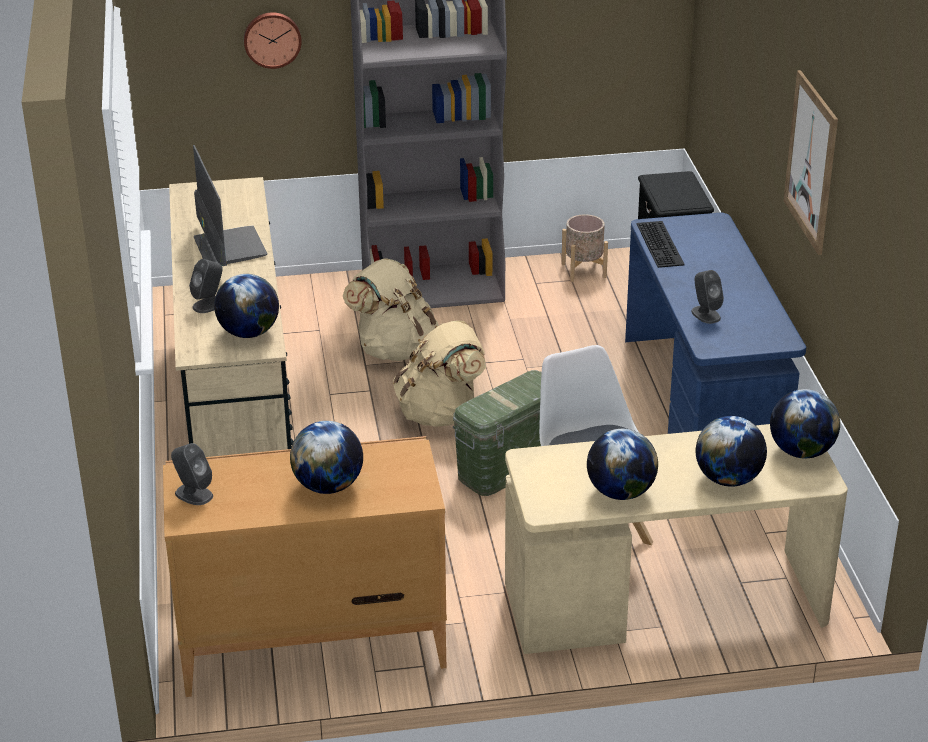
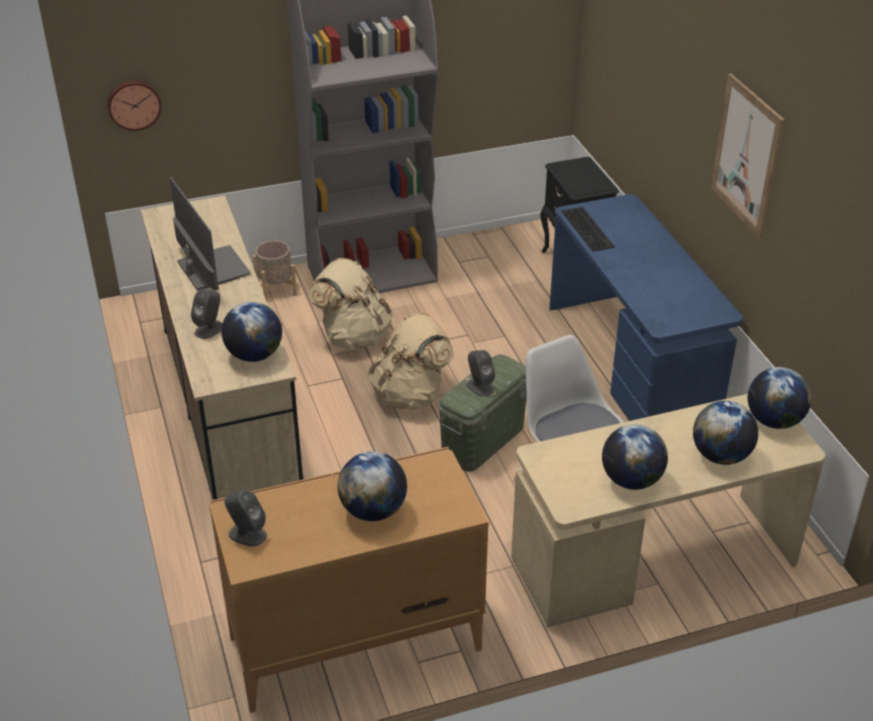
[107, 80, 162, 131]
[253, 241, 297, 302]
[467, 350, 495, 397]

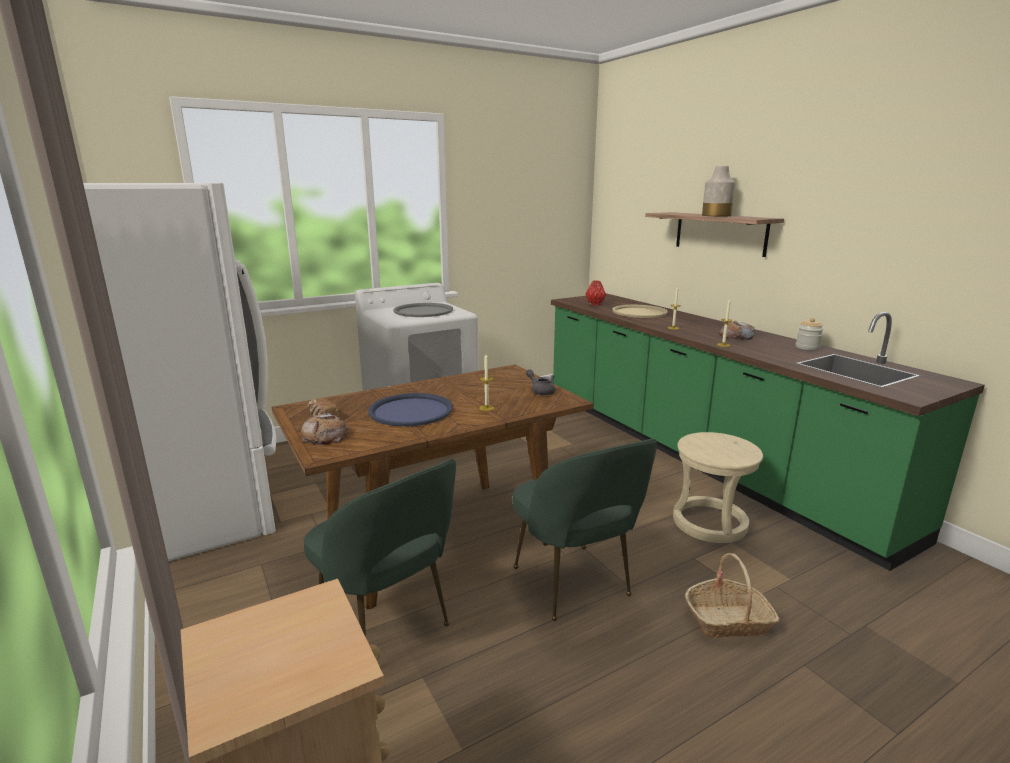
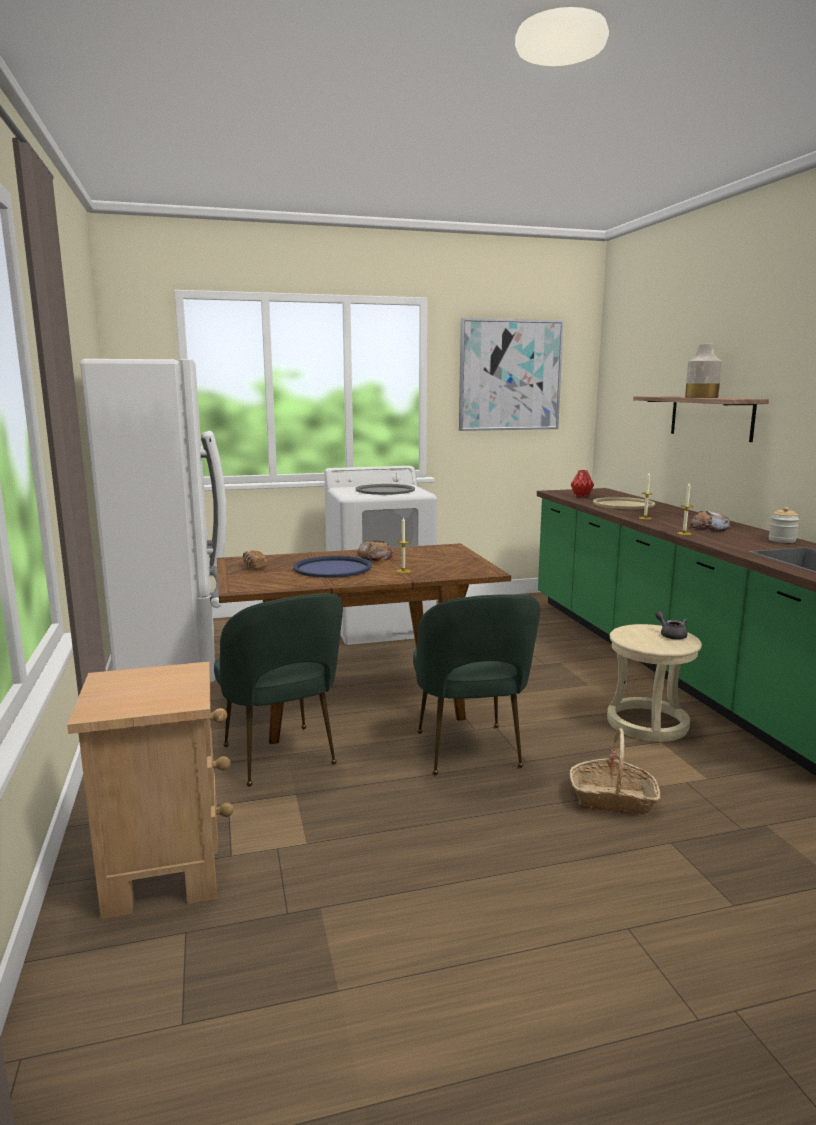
[459, 318, 564, 431]
[357, 540, 393, 561]
[655, 611, 688, 640]

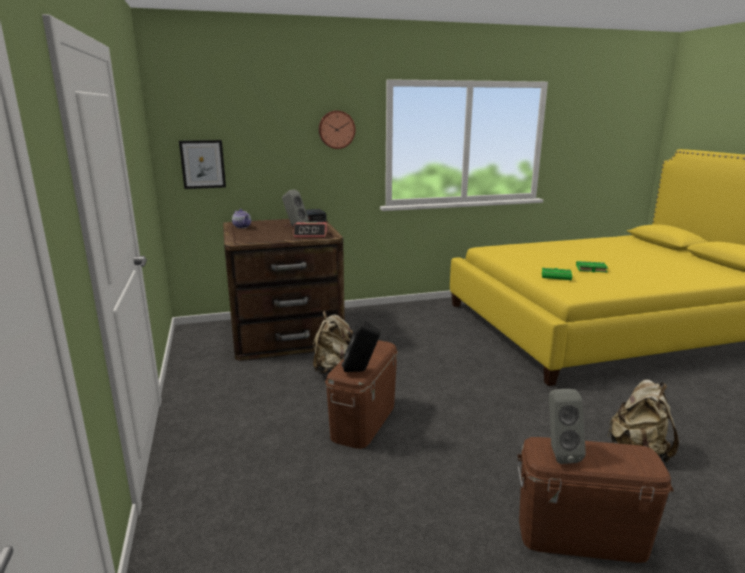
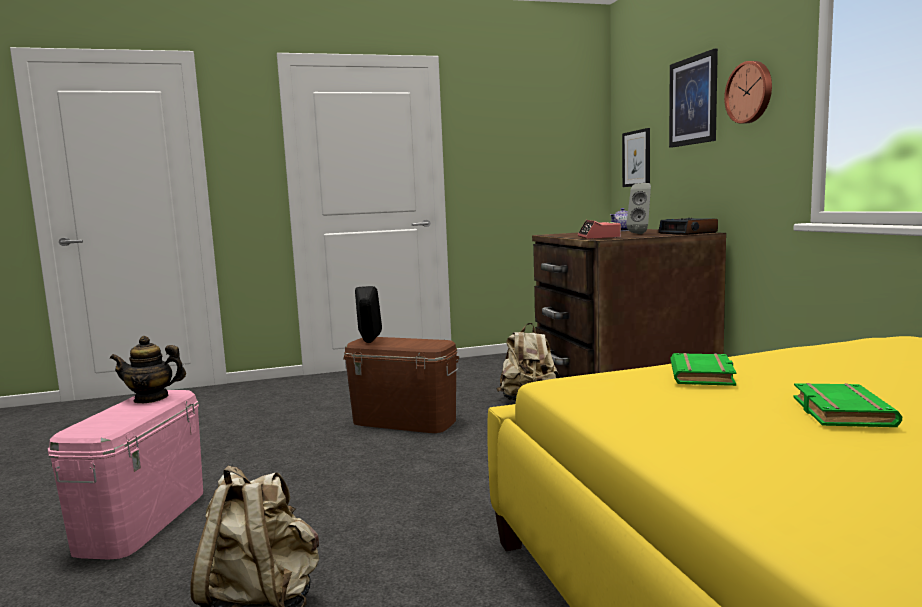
[669, 49, 718, 148]
[110, 336, 186, 403]
[48, 390, 203, 559]

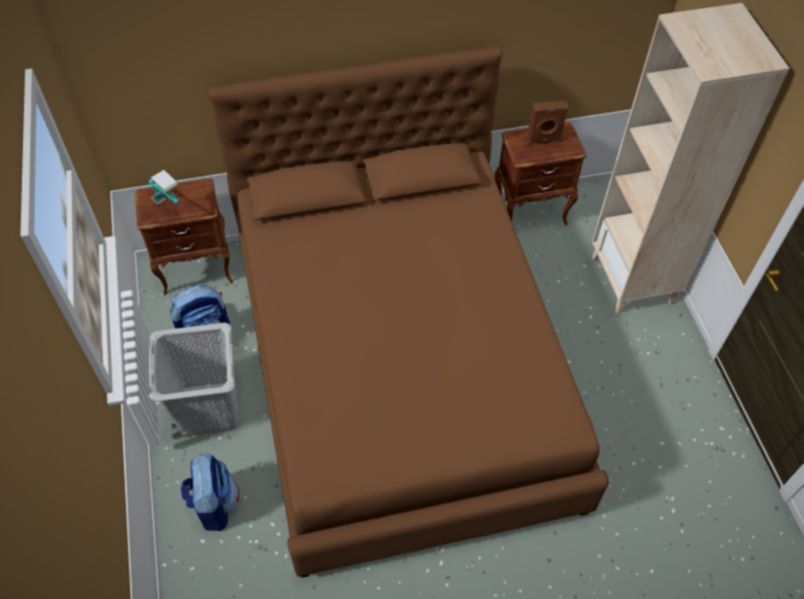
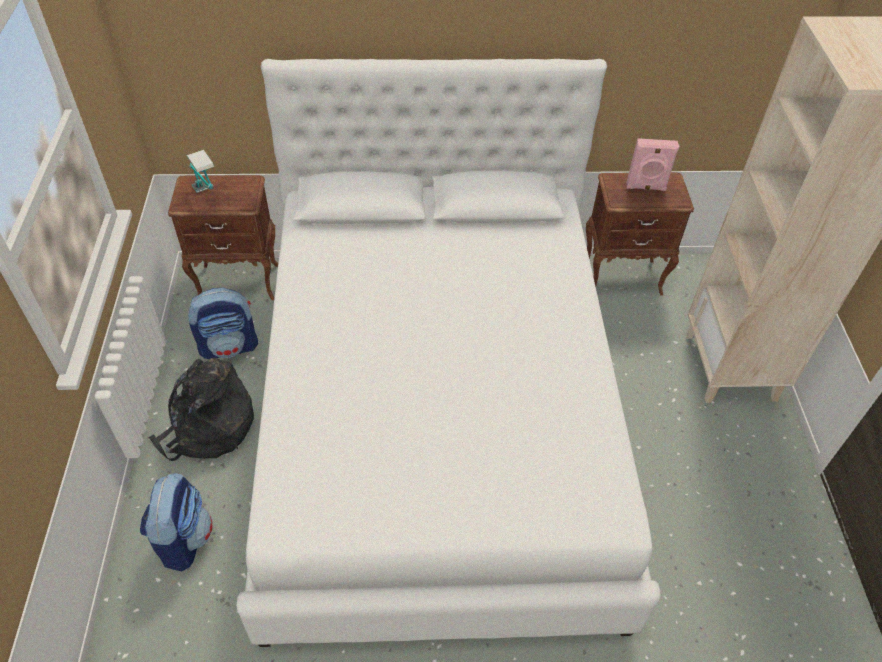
[149, 358, 254, 461]
[237, 59, 661, 647]
[626, 138, 679, 191]

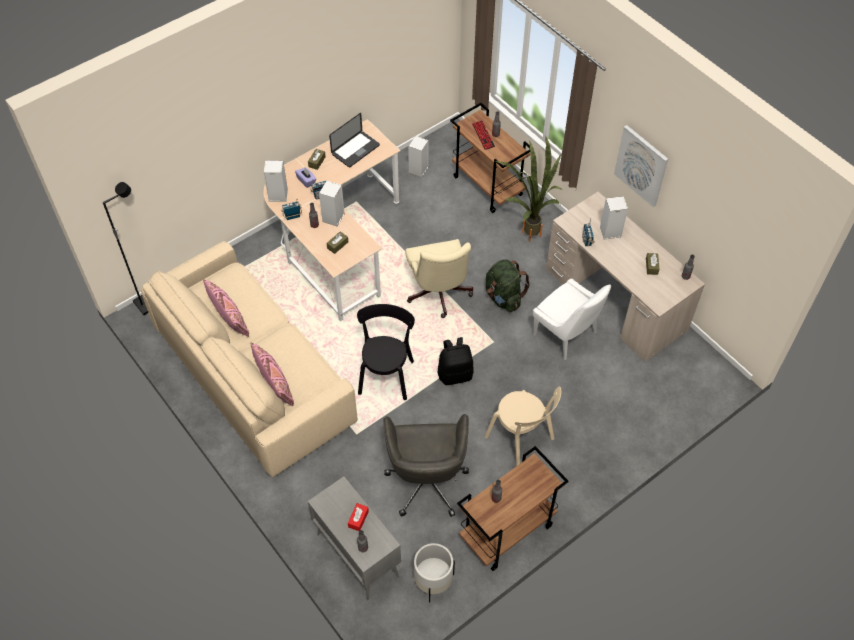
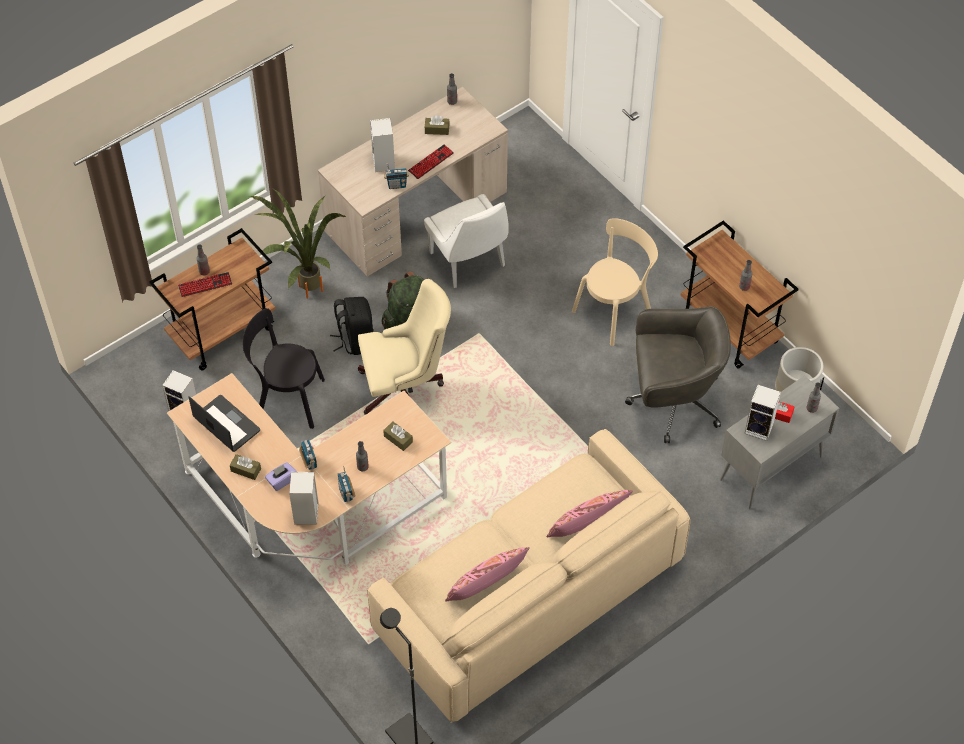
[614, 125, 668, 207] (first image)
[408, 144, 454, 179]
[744, 385, 781, 441]
[243, 308, 325, 429]
[330, 297, 374, 355]
[424, 194, 509, 288]

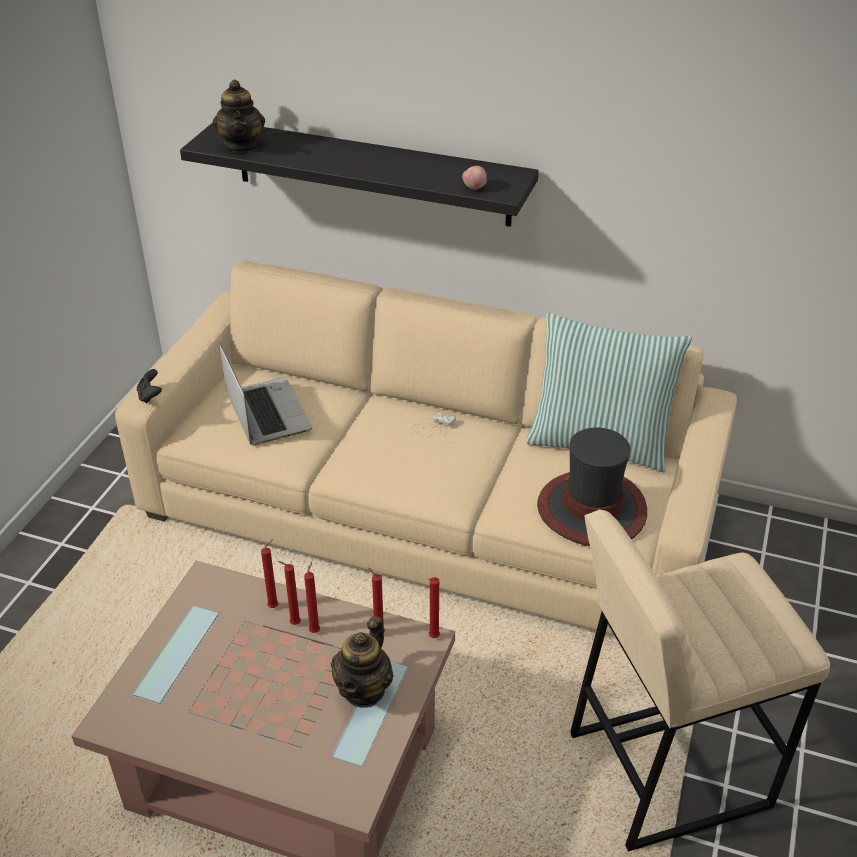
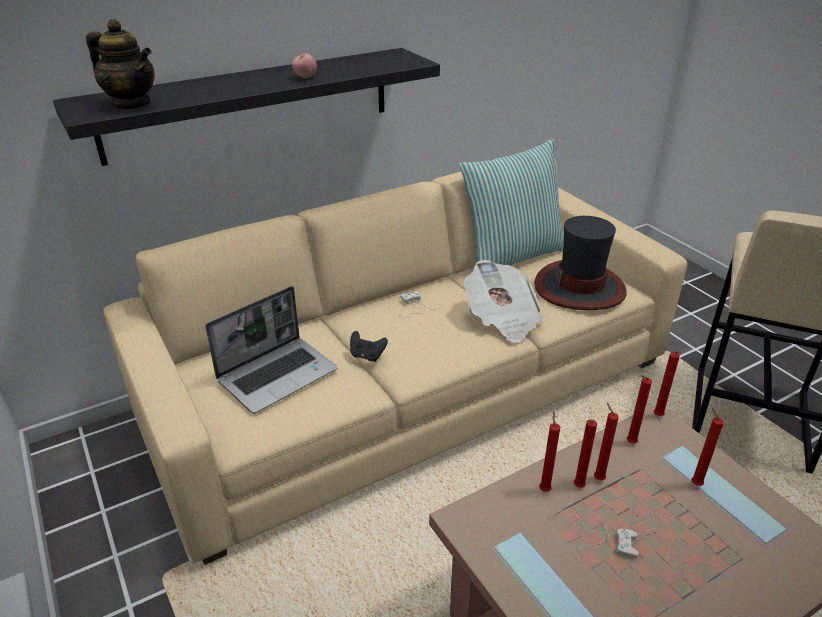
[464, 260, 544, 343]
[575, 509, 639, 564]
[350, 331, 388, 362]
[292, 53, 317, 78]
[691, 407, 724, 486]
[205, 286, 337, 414]

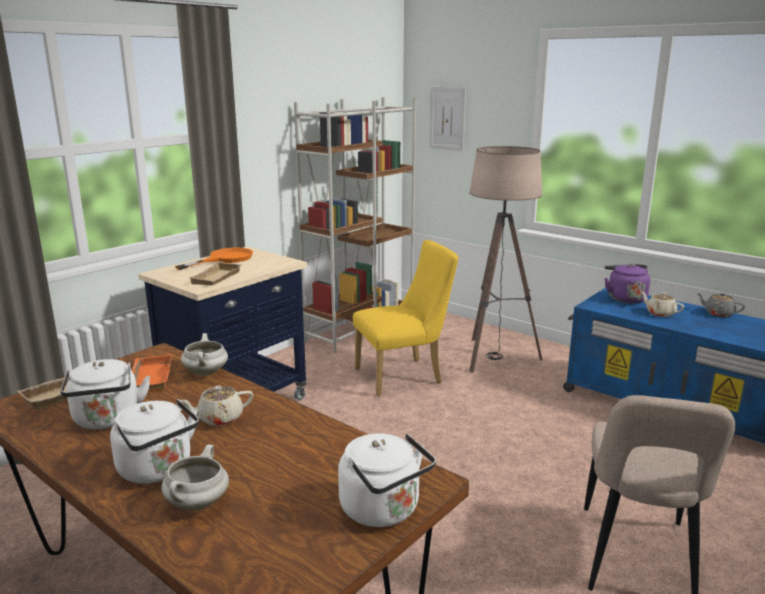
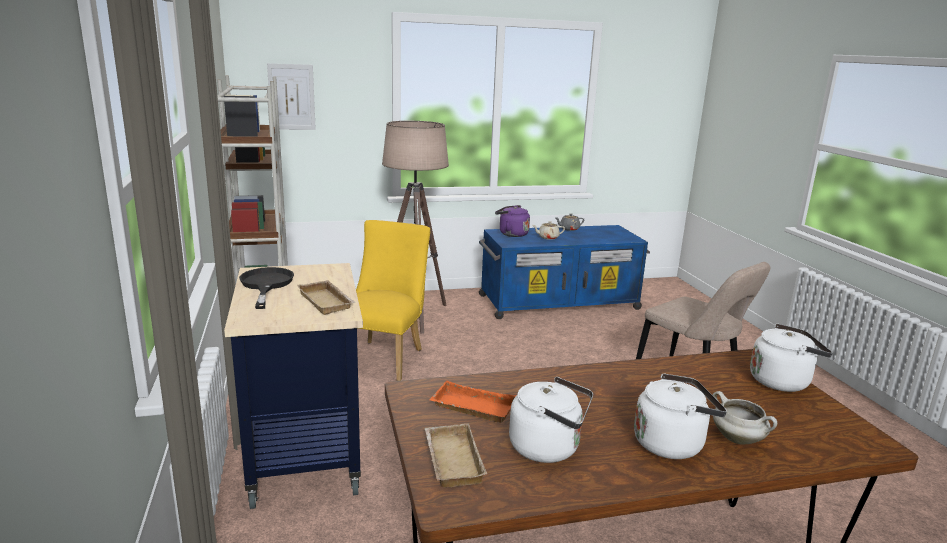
[180, 385, 253, 426] (first image)
[181, 333, 228, 376] (first image)
[239, 267, 294, 309]

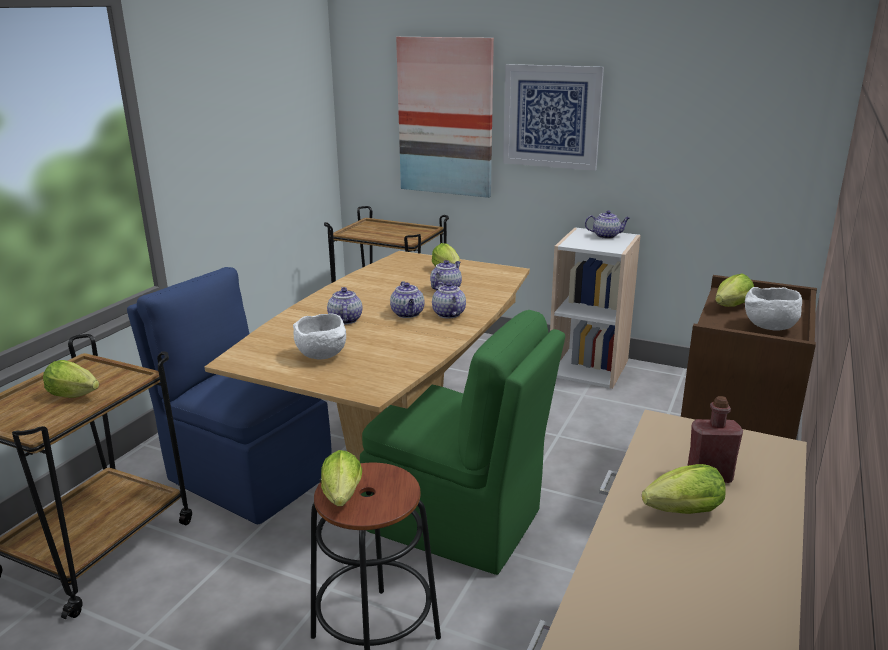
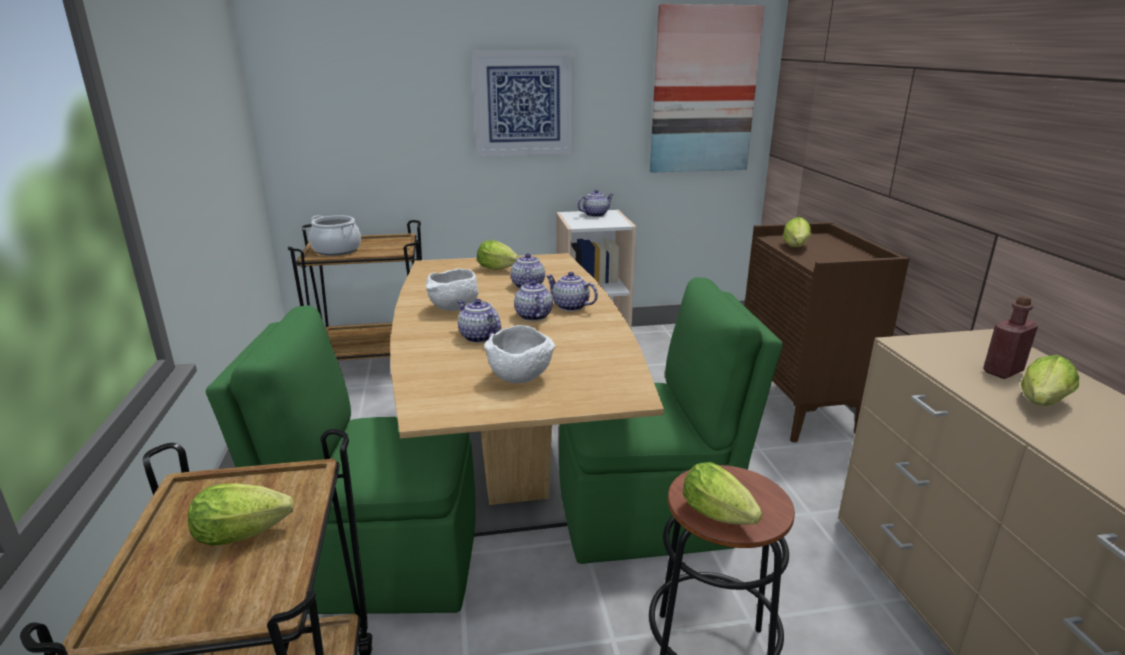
[309, 215, 361, 256]
[650, 4, 765, 173]
[426, 268, 478, 311]
[206, 305, 475, 614]
[514, 280, 553, 321]

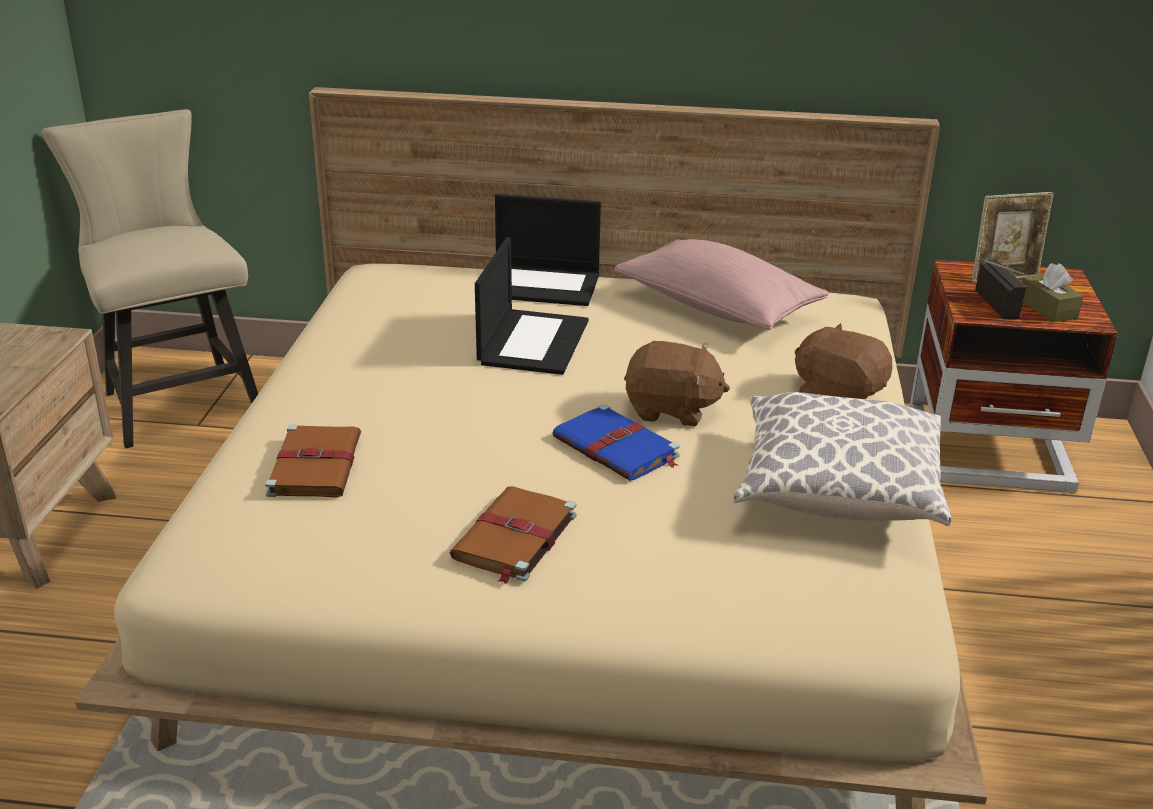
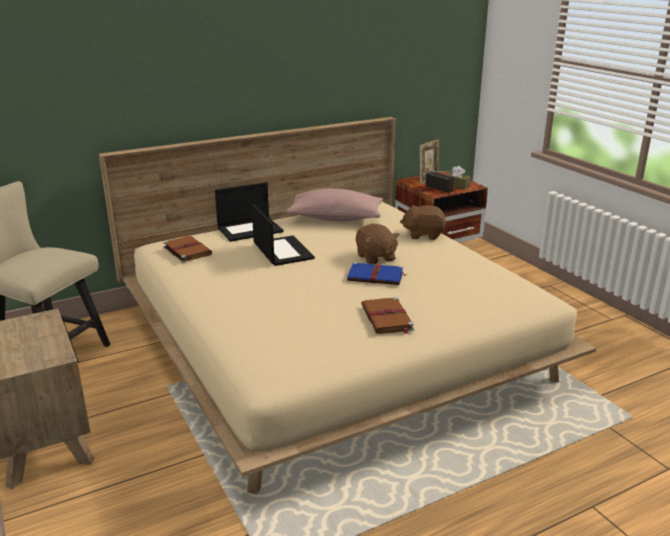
[733, 392, 951, 526] (first image)
[163, 236, 212, 263]
[356, 224, 400, 264]

